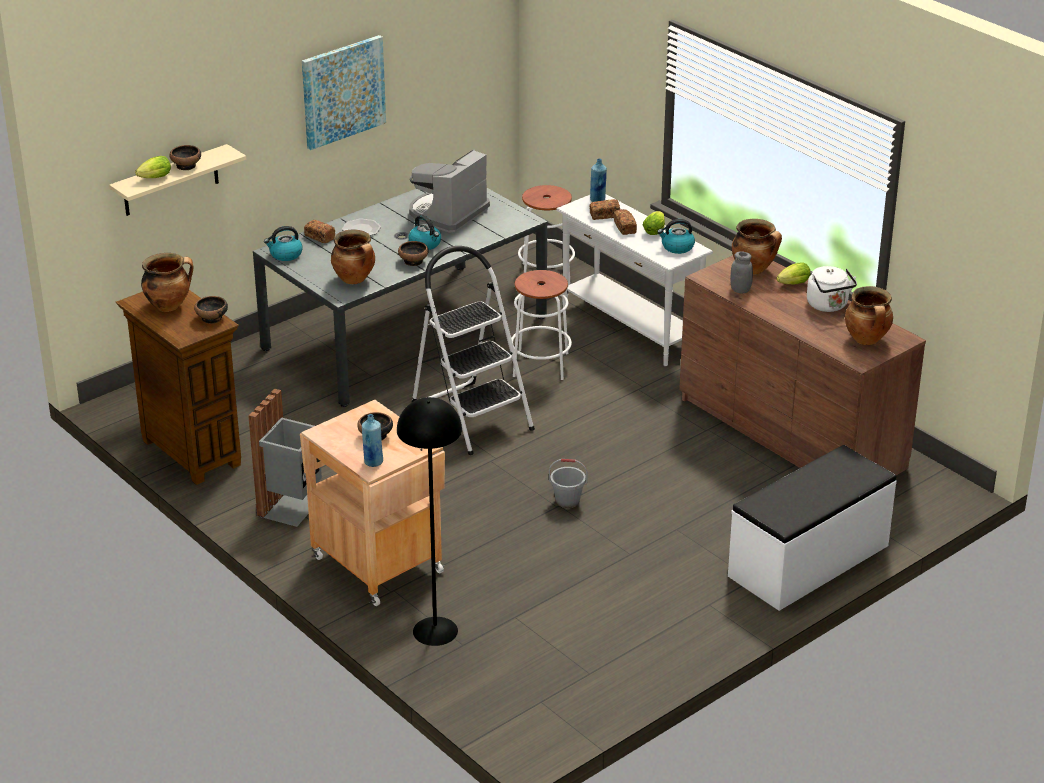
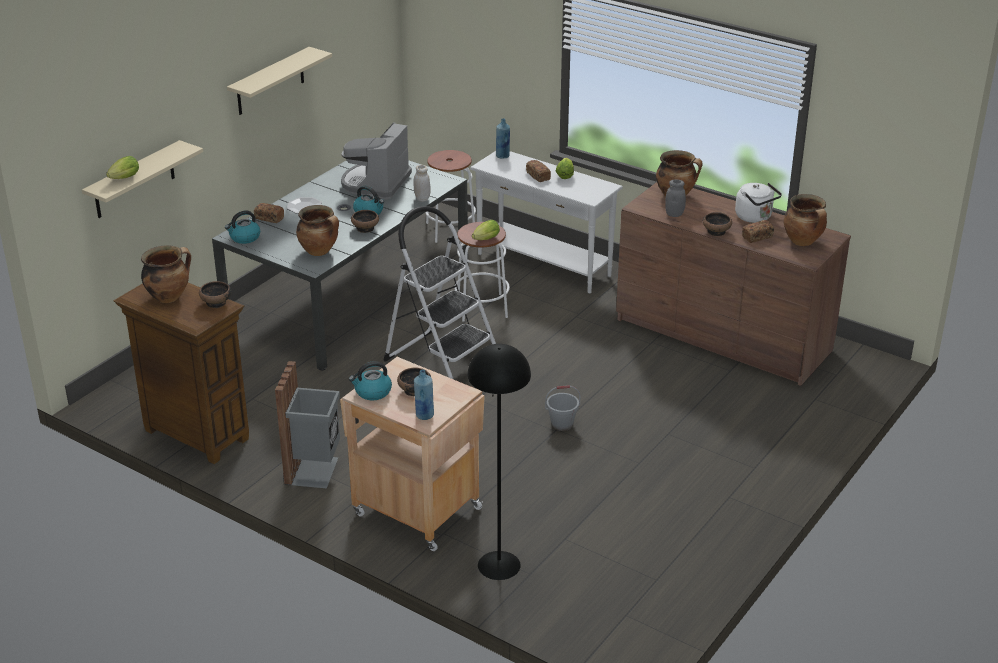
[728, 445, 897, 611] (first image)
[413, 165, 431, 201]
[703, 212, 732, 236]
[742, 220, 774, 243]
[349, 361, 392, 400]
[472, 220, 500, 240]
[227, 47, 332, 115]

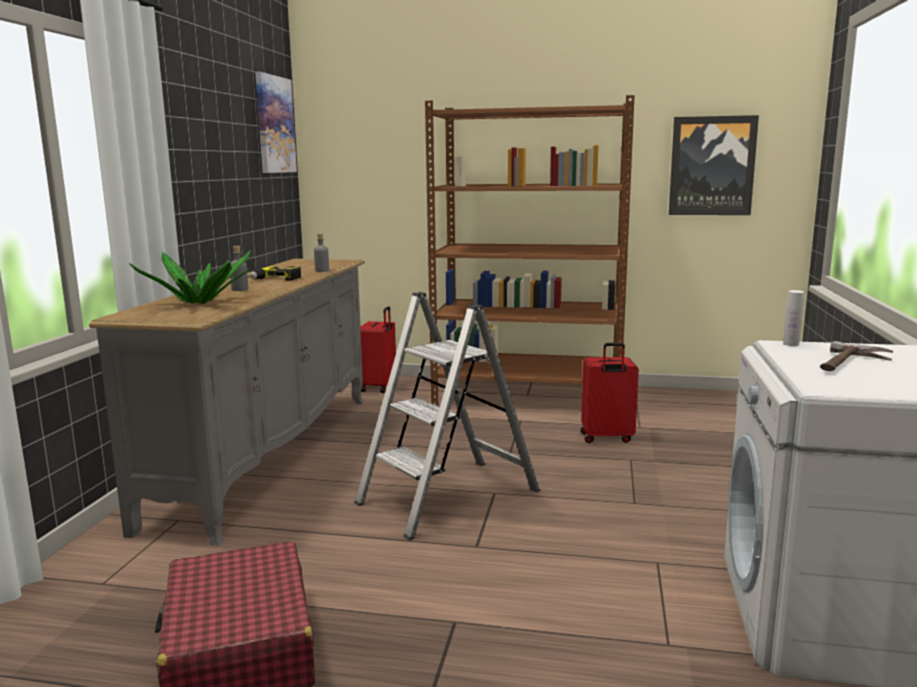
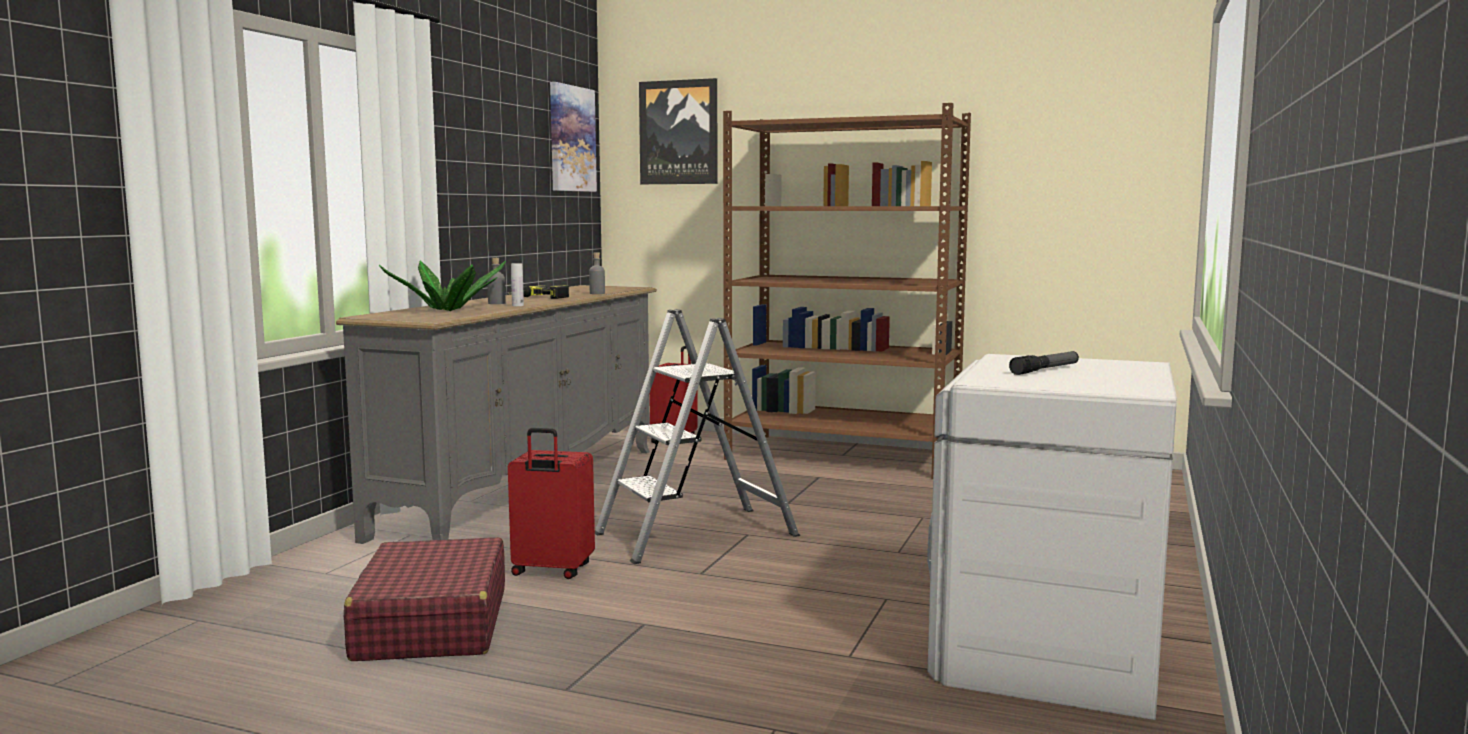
[508, 428, 595, 579]
[639, 78, 718, 184]
[511, 263, 524, 306]
[1009, 351, 1079, 375]

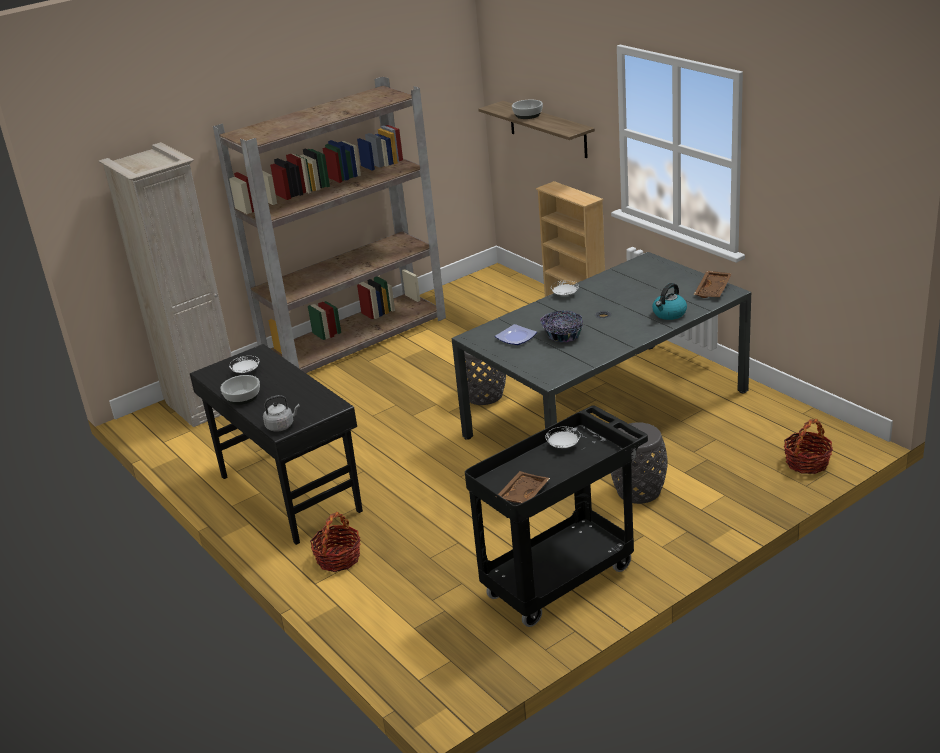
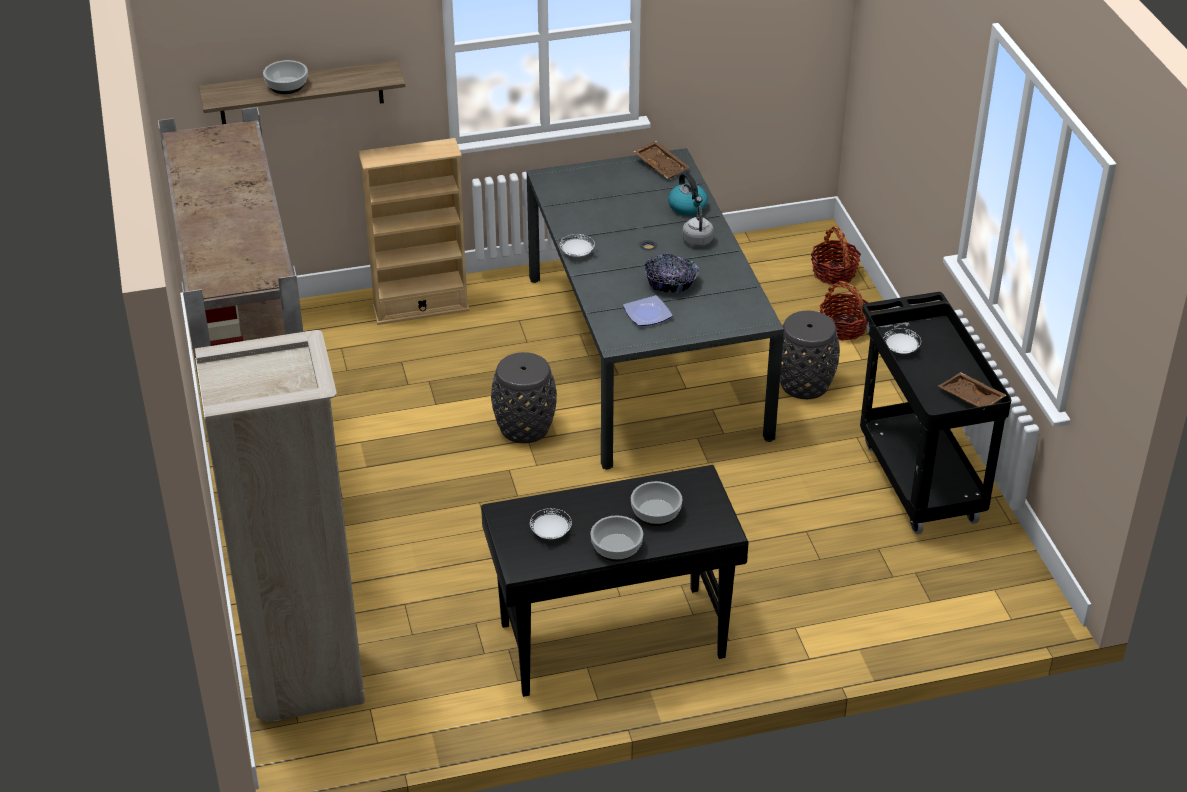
[631, 481, 682, 526]
[682, 206, 714, 247]
[820, 281, 872, 340]

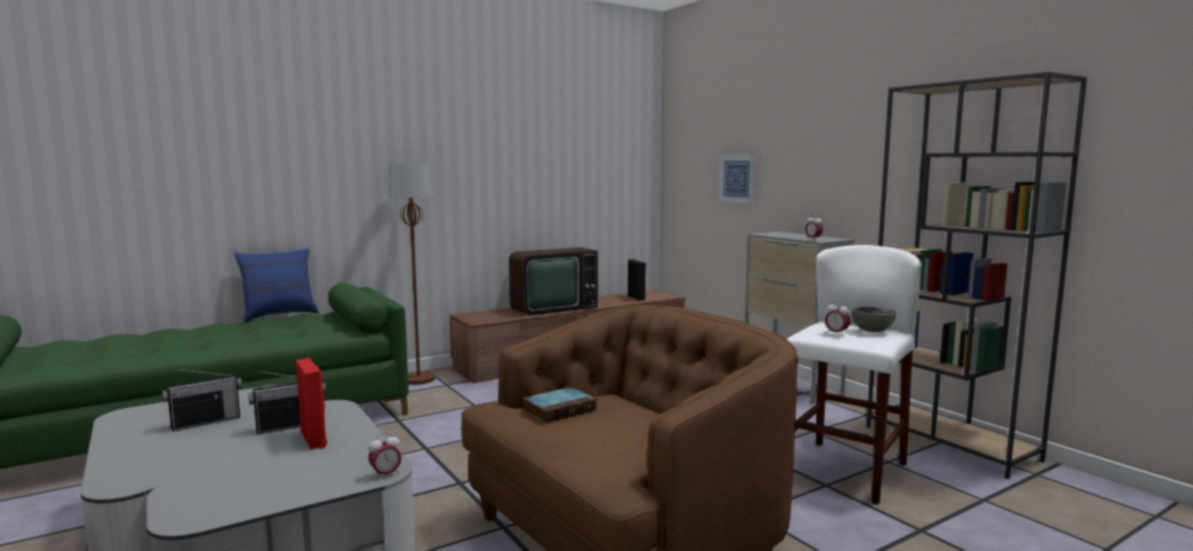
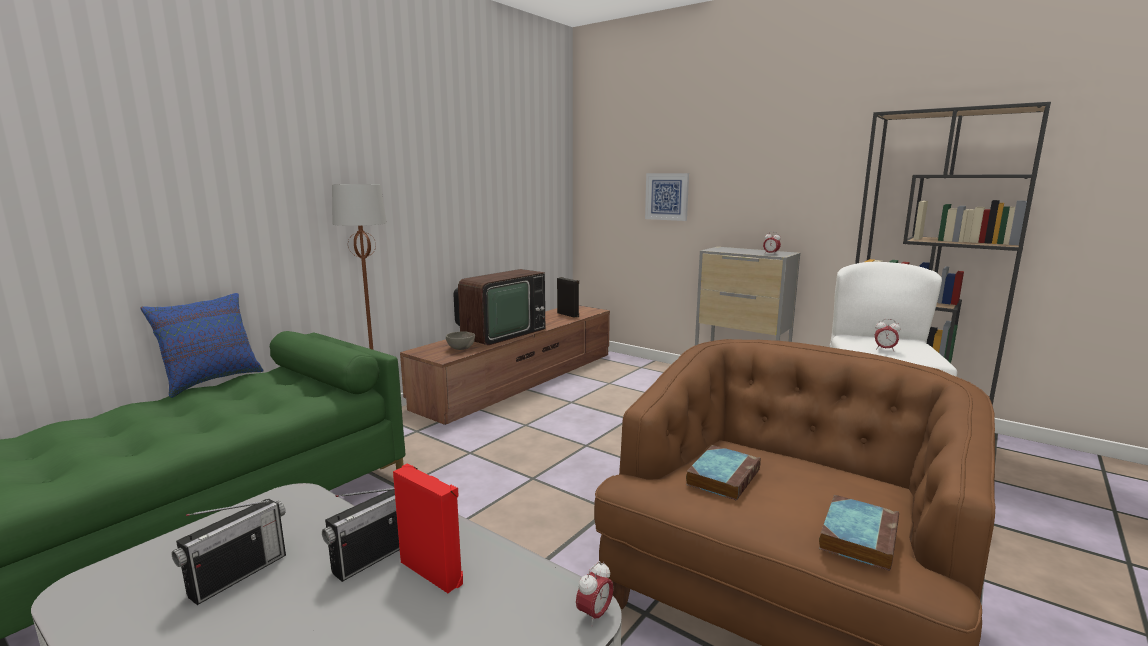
[819, 495, 899, 571]
[446, 331, 475, 350]

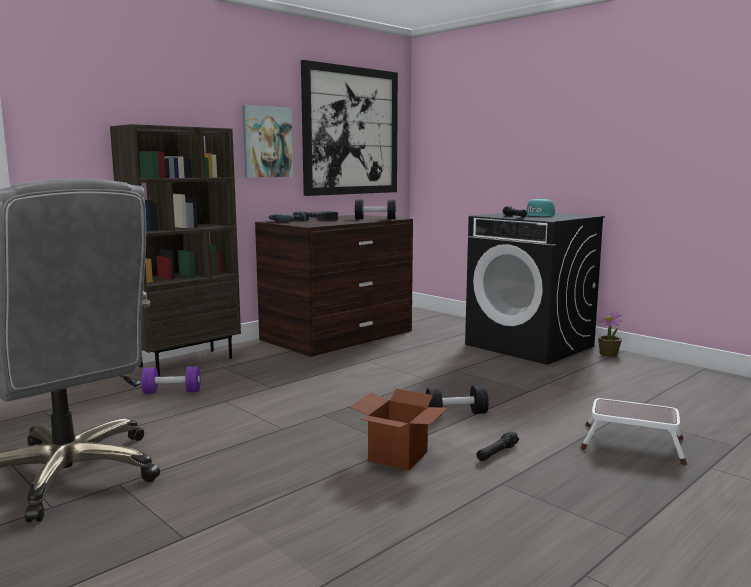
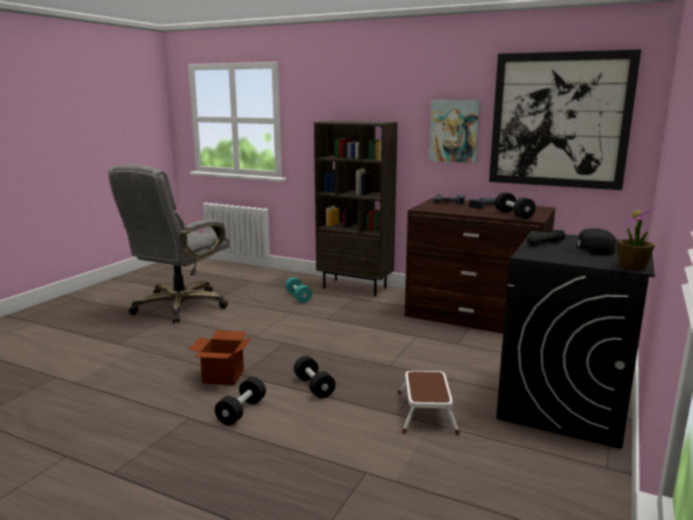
[397, 371, 460, 435]
[617, 207, 656, 270]
[215, 377, 266, 425]
[285, 277, 312, 303]
[563, 228, 616, 255]

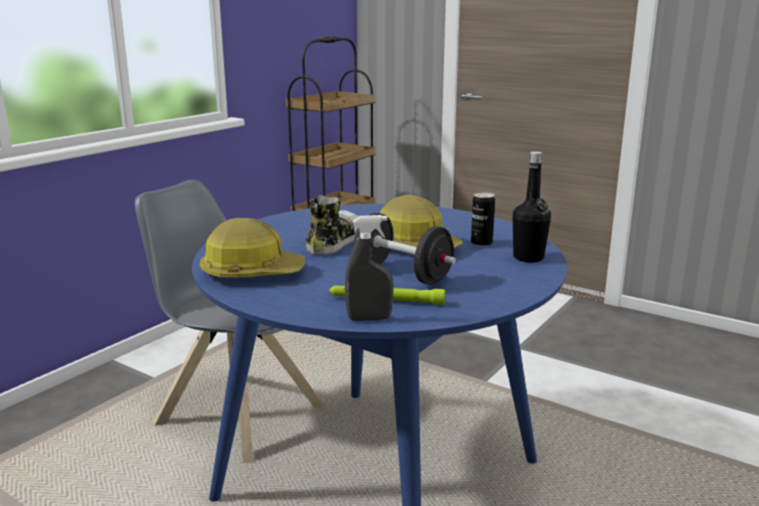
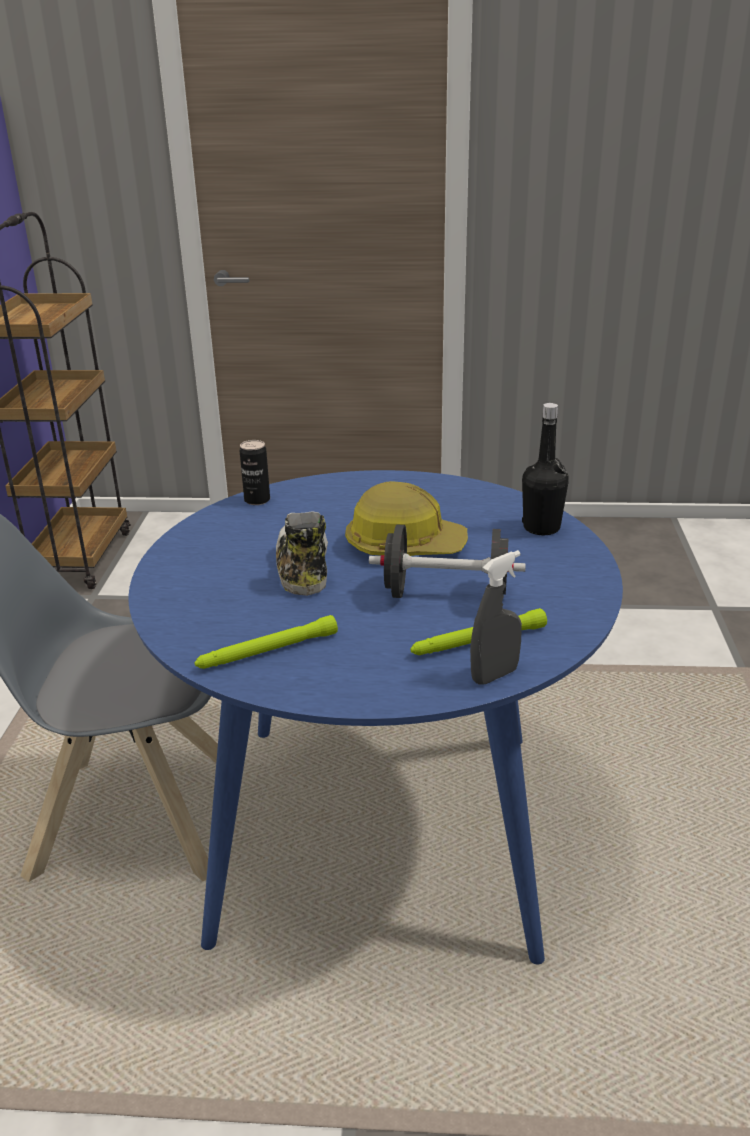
[239, 440, 270, 505]
[195, 615, 338, 669]

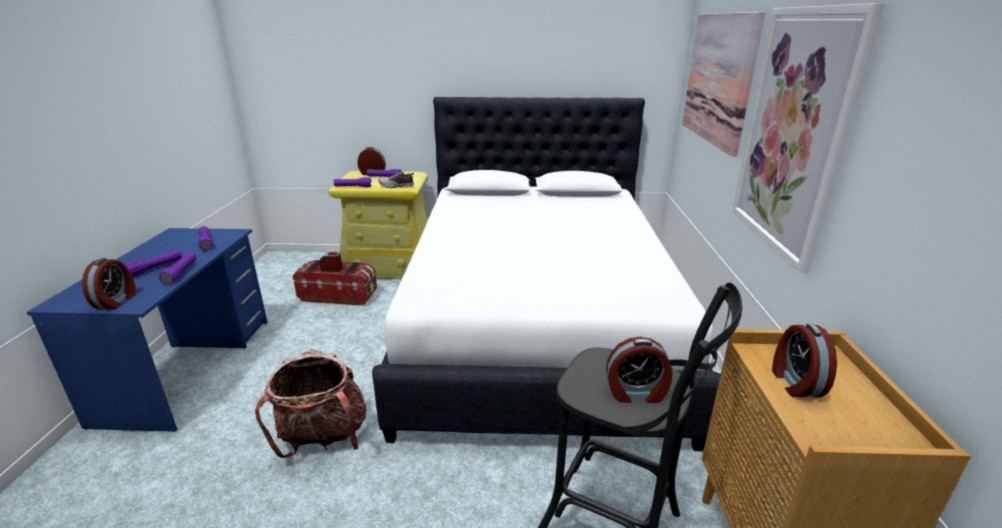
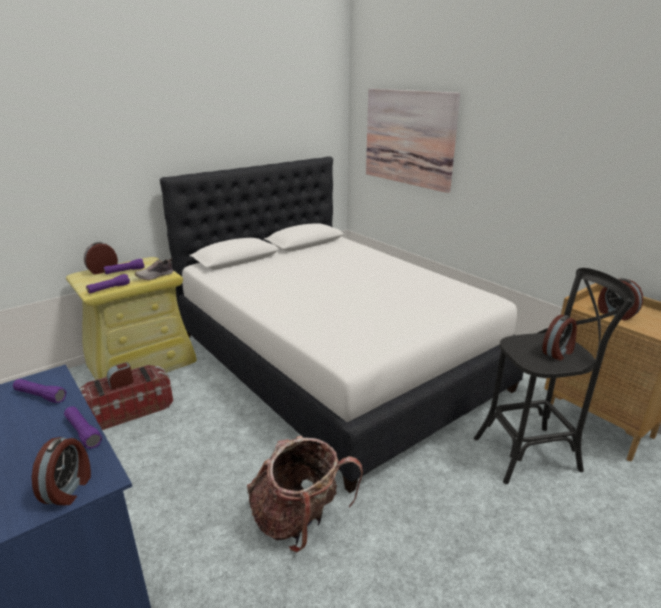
[124, 250, 182, 277] (first image)
[732, 3, 886, 273] (first image)
[32, 437, 91, 506]

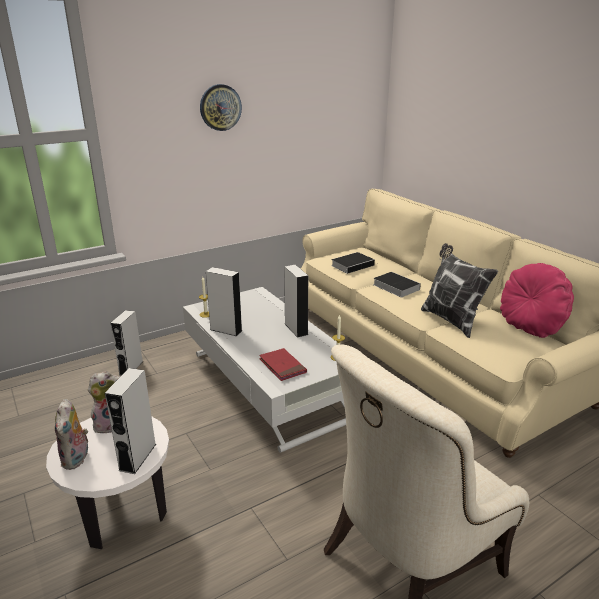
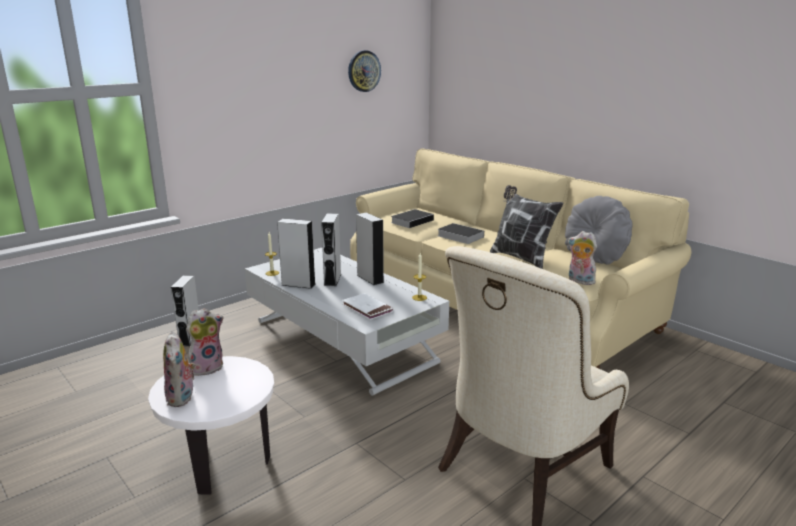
[568, 231, 597, 285]
[321, 213, 341, 286]
[348, 50, 381, 92]
[342, 293, 393, 320]
[565, 196, 633, 265]

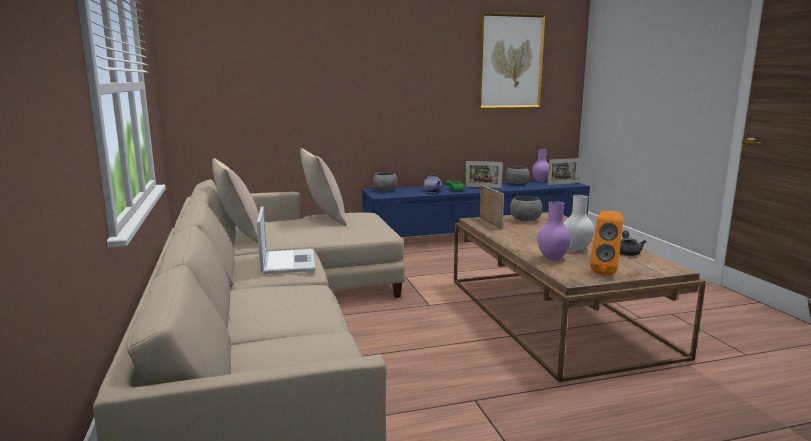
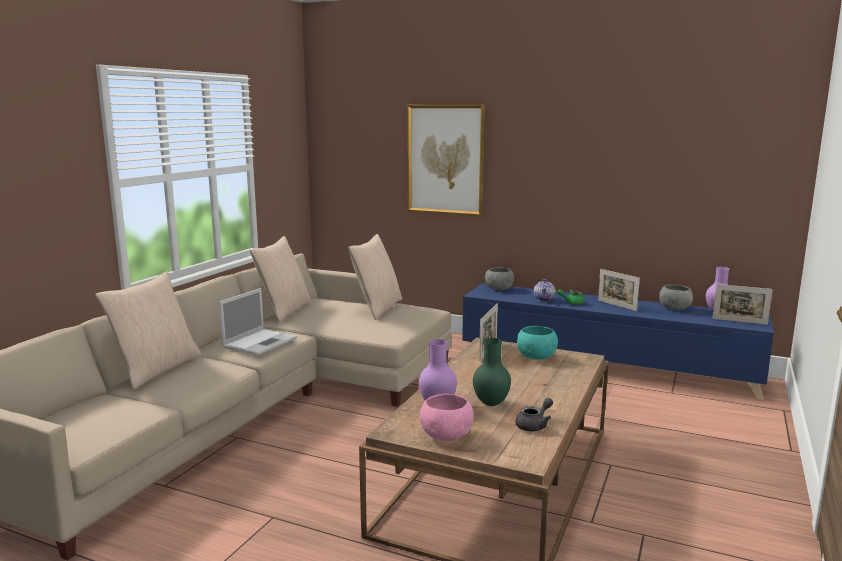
[95, 271, 201, 389]
[407, 105, 485, 216]
[420, 394, 474, 441]
[517, 326, 558, 360]
[473, 338, 511, 406]

